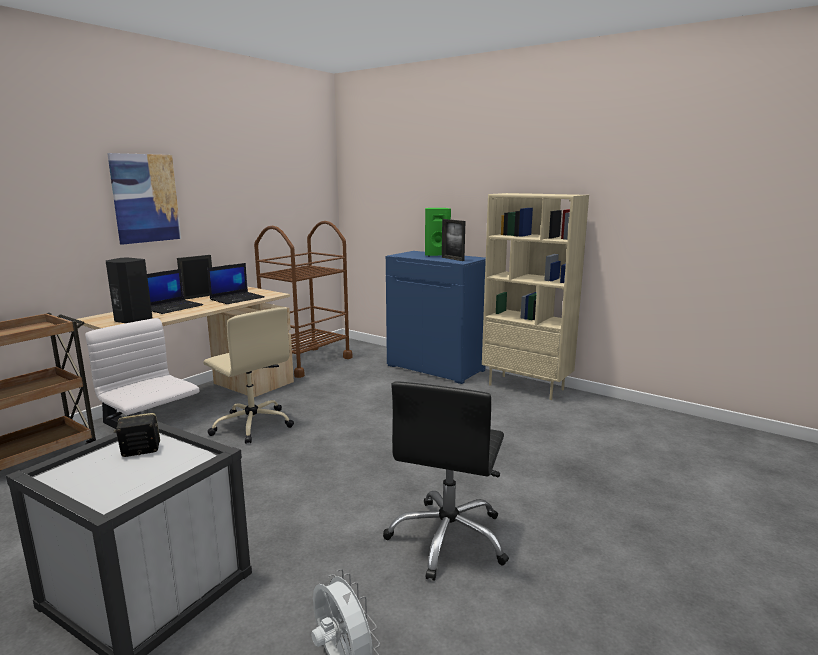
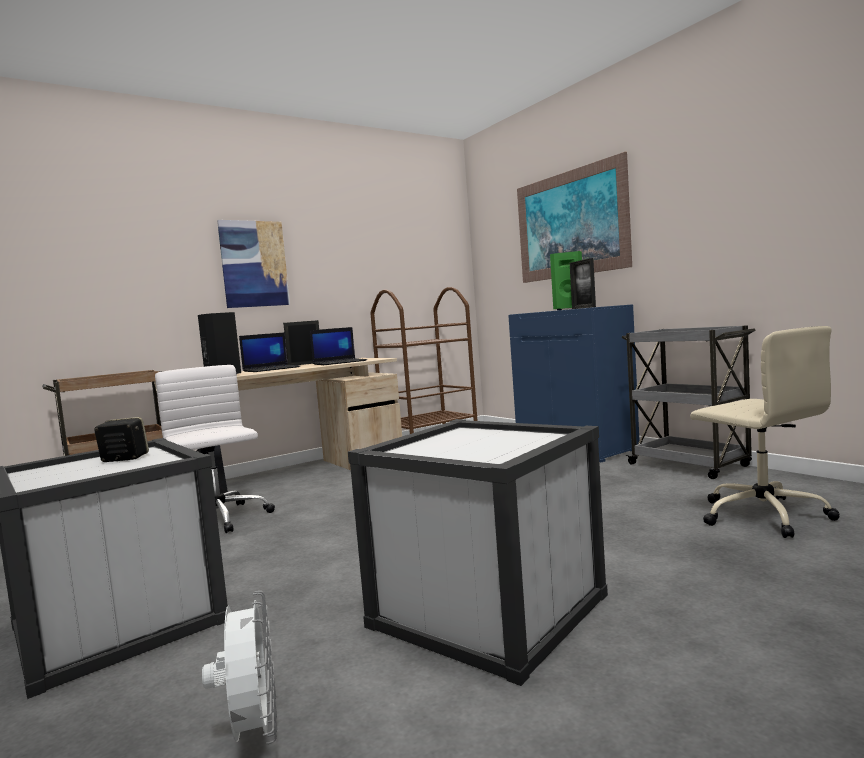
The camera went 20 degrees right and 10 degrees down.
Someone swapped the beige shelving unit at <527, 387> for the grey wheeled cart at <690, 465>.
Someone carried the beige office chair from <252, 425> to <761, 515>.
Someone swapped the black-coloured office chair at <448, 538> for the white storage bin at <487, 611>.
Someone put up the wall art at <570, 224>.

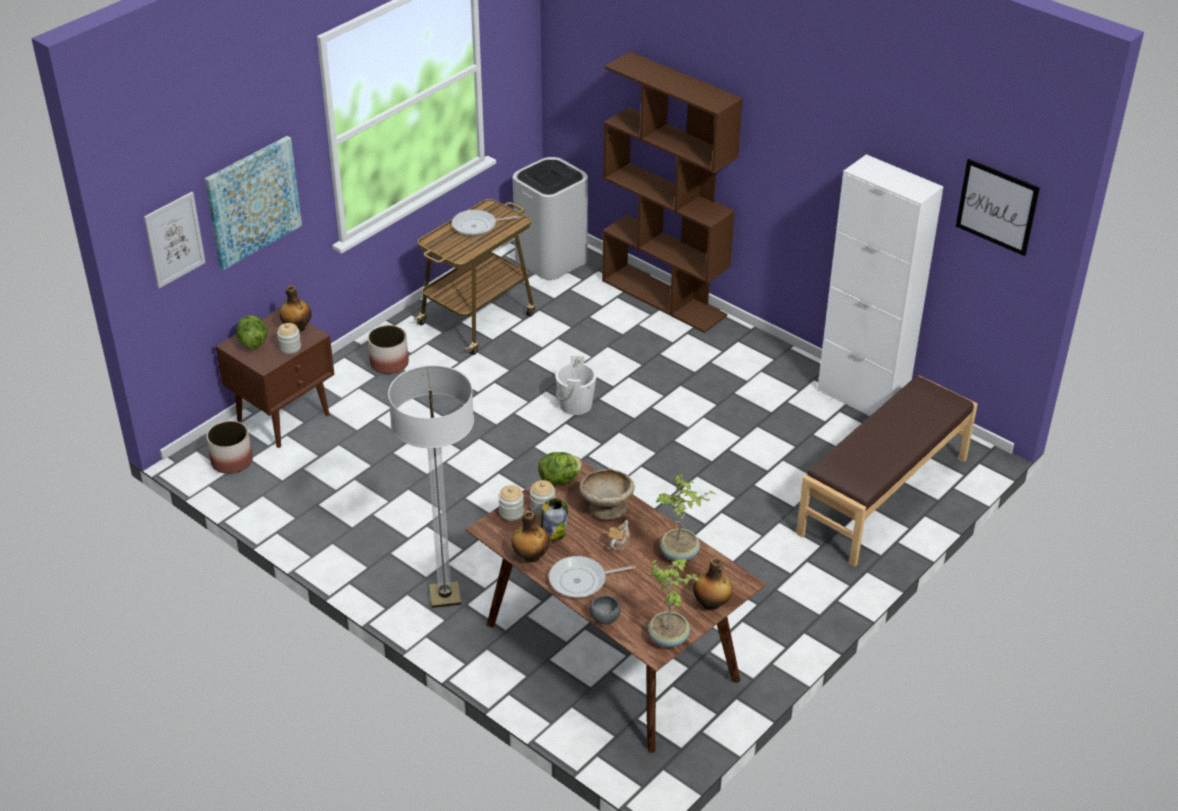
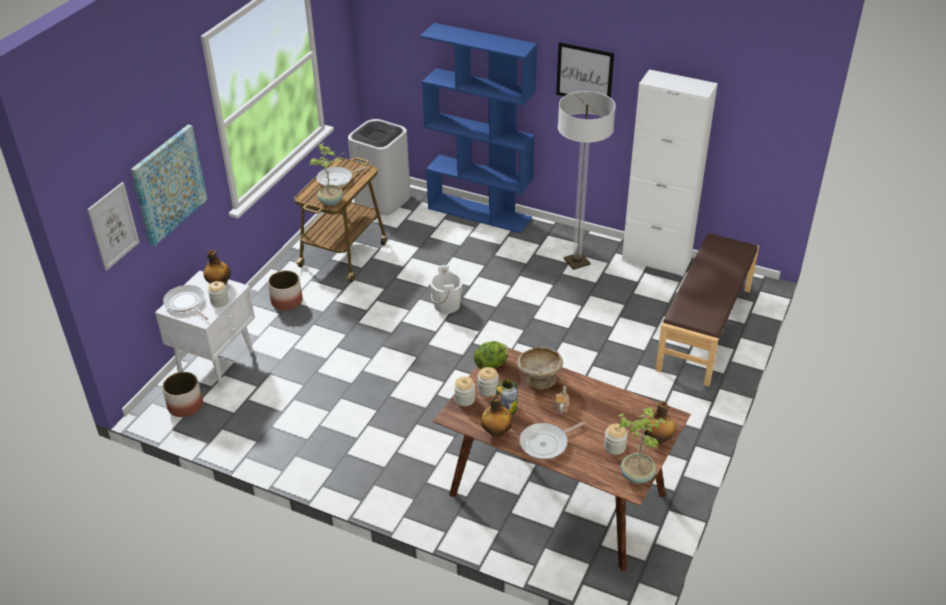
The camera went 15 degrees left and 0 degrees up.
Someone repainted the brownish shelving unit at <665, 298>, which became the blue-coloured shelving unit at <480, 213>.
Someone carried the wall art from <997, 207> to <584, 74>.
Someone repainted the brownish nightstand at <285, 417>, which became the white nightstand at <217, 360>.
Someone swapped the lettuce head at <252, 342> for the skillet at <186, 303>.
Someone carried the standard lamp from <445, 596> to <577, 262>.
Someone carried the houseplant from <680, 555> to <331, 202>.
Someone took away the grey deep dish at <604, 619>.
Someone put down the storage jar at <614, 447>.

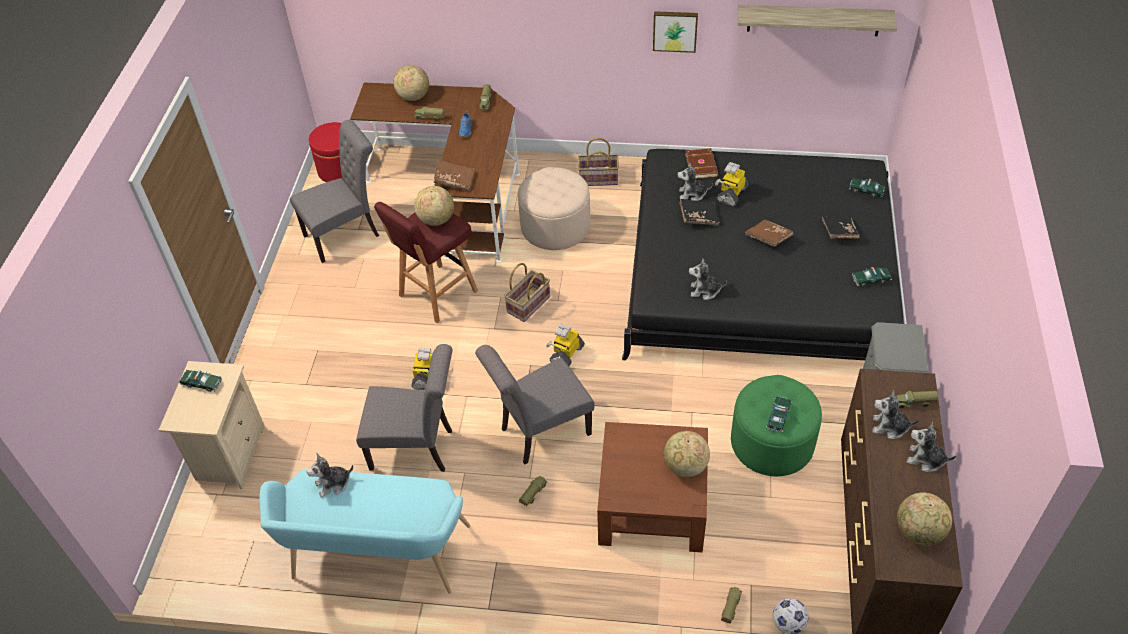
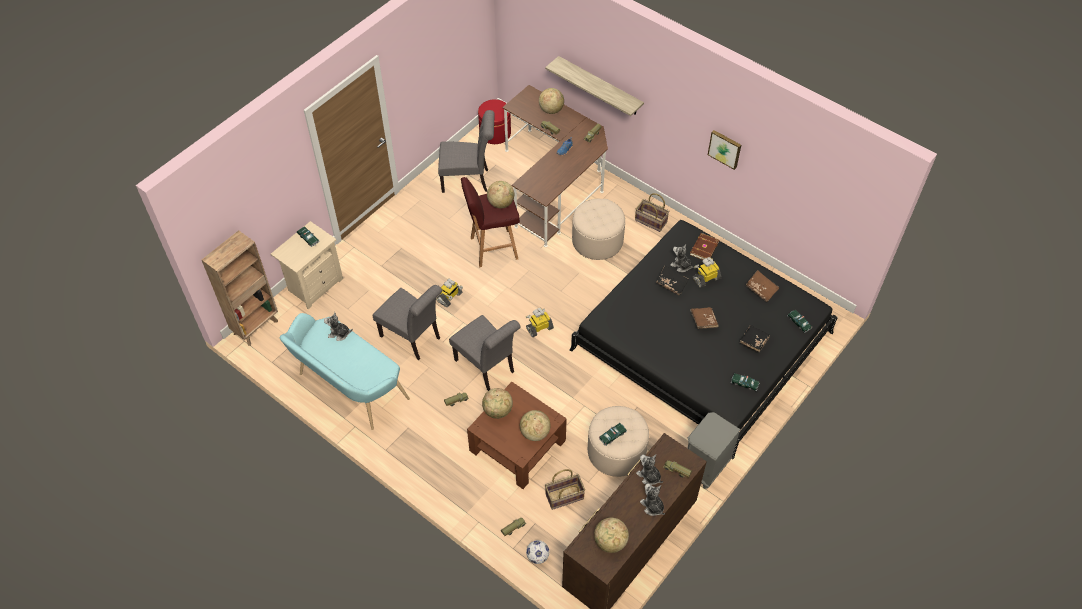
The camera went 30 degrees right and 5 degrees up.
Someone carried the shelf from <813, 20> to <600, 86>.
Someone carried the brownish bound book from <455, 180> to <761, 289>.
Someone took away the plush toy at <704, 291>.
Someone carried the household basket from <529, 305> to <564, 497>.
Someone rotated the grey chair at <540, 433> by 135 degrees counterclockwise.
Someone repainted the greenish ottoman at <772, 442>, which became the beige ottoman at <616, 451>.
Someone put down the brownish shelving unit at <256, 327>.
Someone put down the globe at <498, 411>.

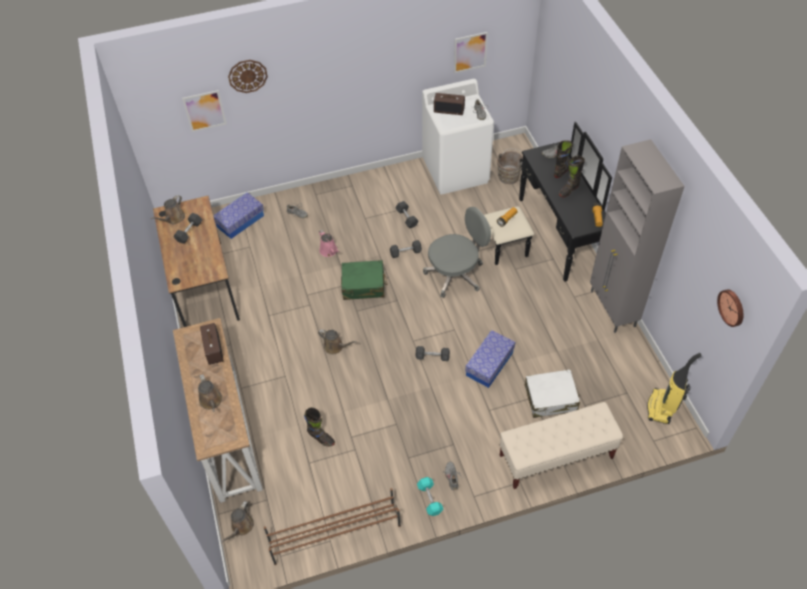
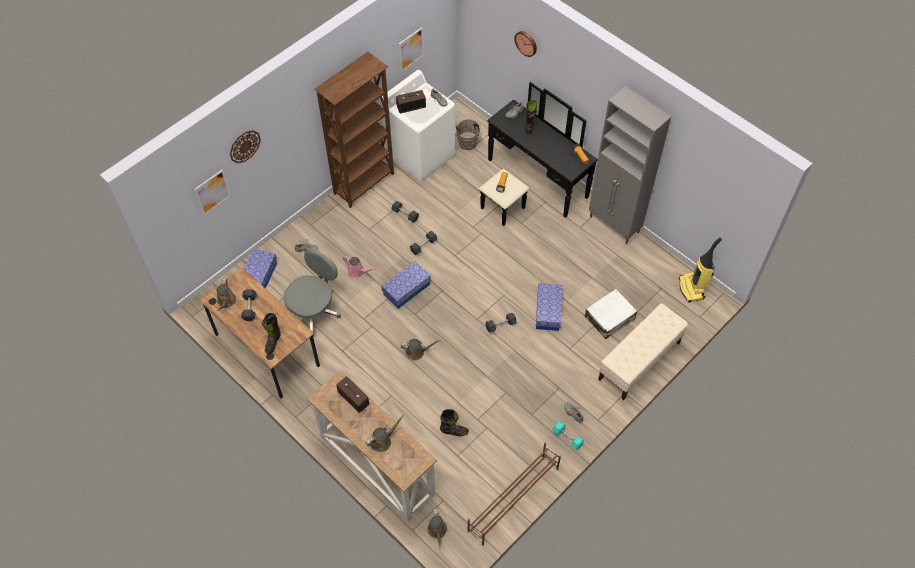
The camera went 30 degrees left and 5 degrees up.
Someone carried the black-coloured high-top boot from <569, 190> to <273, 342>.
Someone carried the grey office chair from <456, 274> to <314, 310>.
Someone swapped the greenish piece of luggage at <363, 285> for the storage bin at <406, 289>.
Someone carried the clock on the wall from <732, 307> to <526, 43>.
Someone rotated the brownish watering can at <211, 401> by 75 degrees counterclockwise.
Someone put down the brownish shelving unit at <365, 184>.

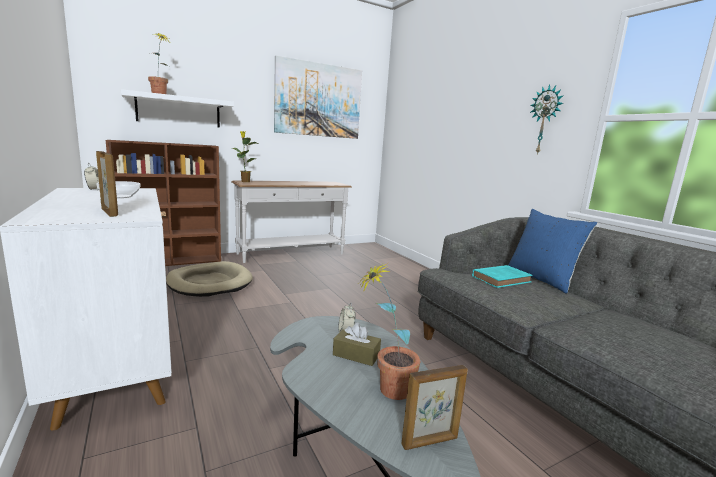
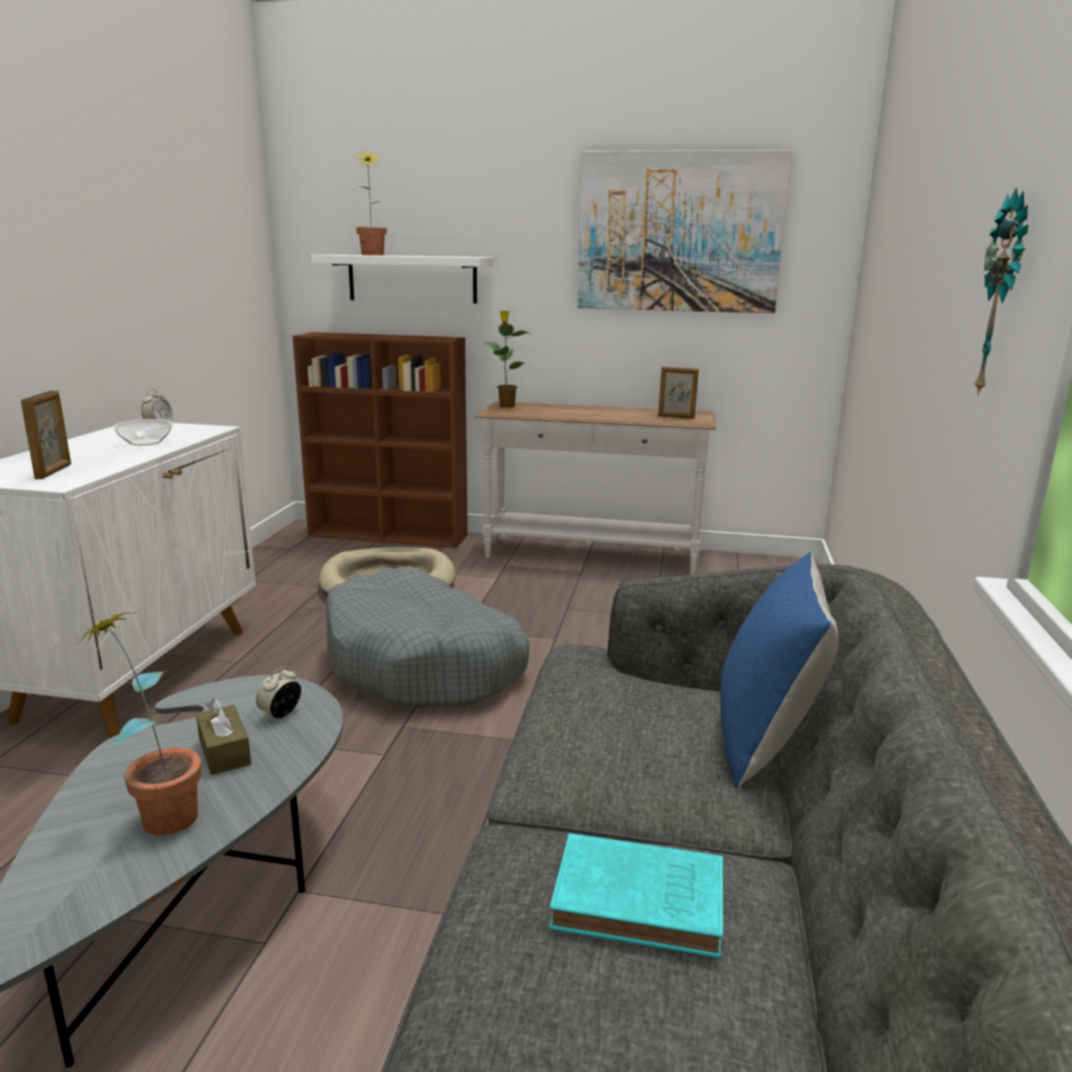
The camera went 40 degrees right and 5 degrees up.
Someone carried the blue-green bound book from <502, 279> to <643, 902>.
Someone carried the photo frame from <430, 442> to <676, 417>.
Someone put down the grey dog bed at <423, 664>.

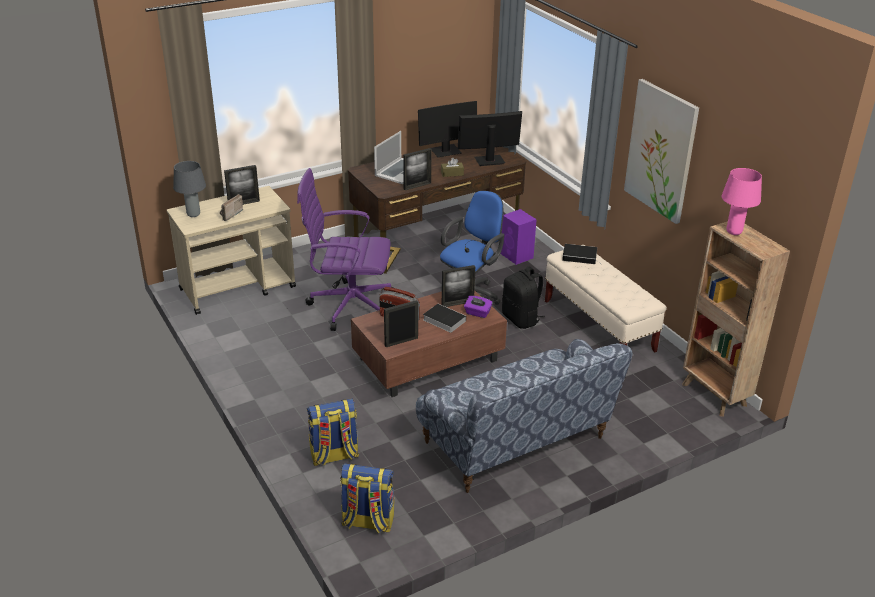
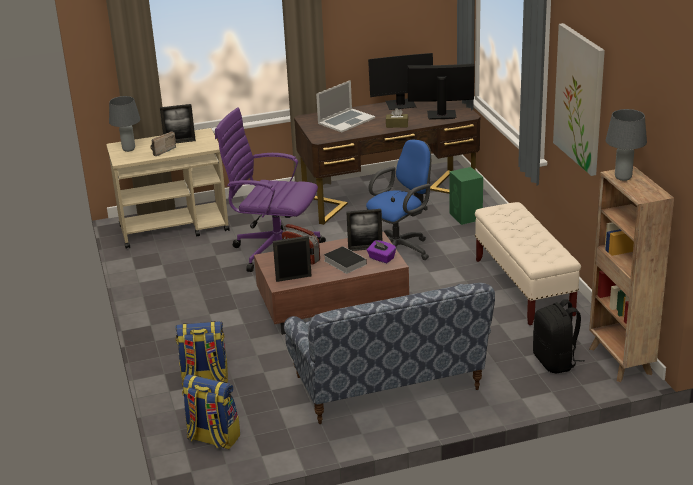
The camera went 15 degrees right and 5 degrees down.
Someone took away the photo frame at <417, 186>.
Someone repainted the pink table lamp at <734, 232>, which became the grey table lamp at <623, 178>.
Someone repainted the purple-coloured loudspeaker at <517, 256>, which became the greenish loudspeaker at <466, 217>.
Someone took away the bound book at <580, 256>.
Someone carried the black-coloured knapsack from <521, 319> to <555, 362>.

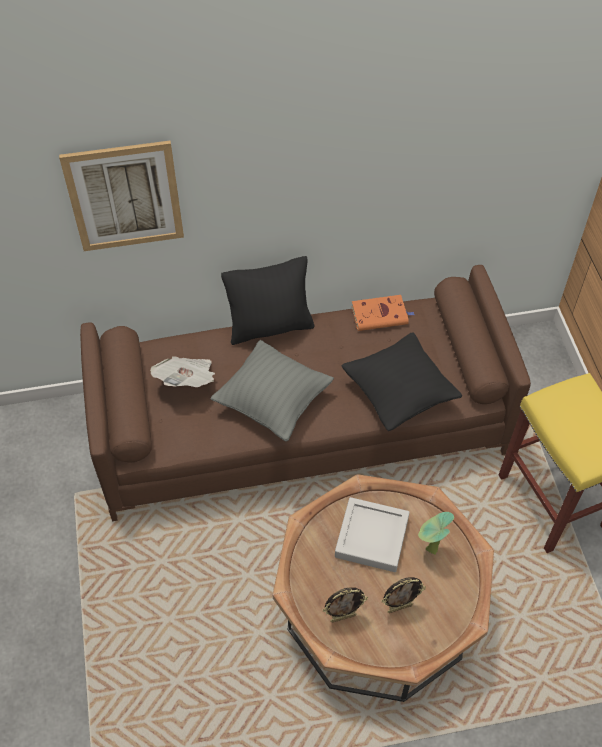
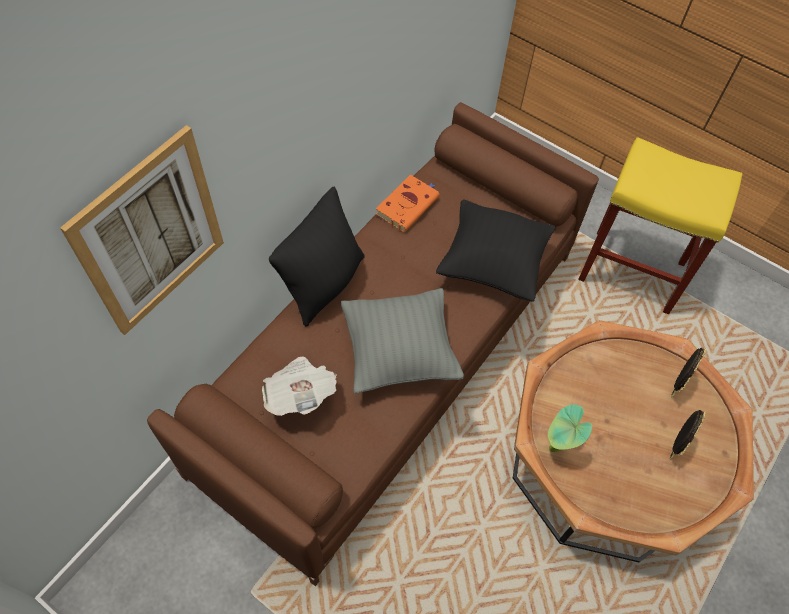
The camera went 45 degrees left and 5 degrees up.
Someone took away the grey tray at <371, 537>.
Someone carried the houseplant from <429, 551> to <555, 450>.
Someone carried the photo frame from <343, 617> to <674, 386>.

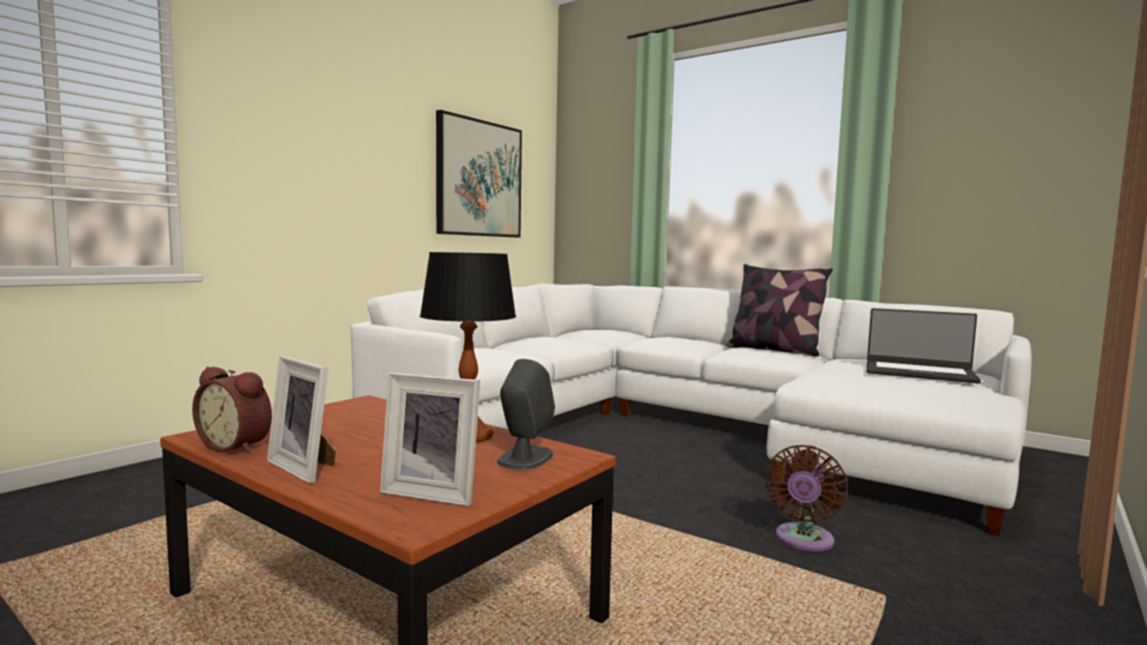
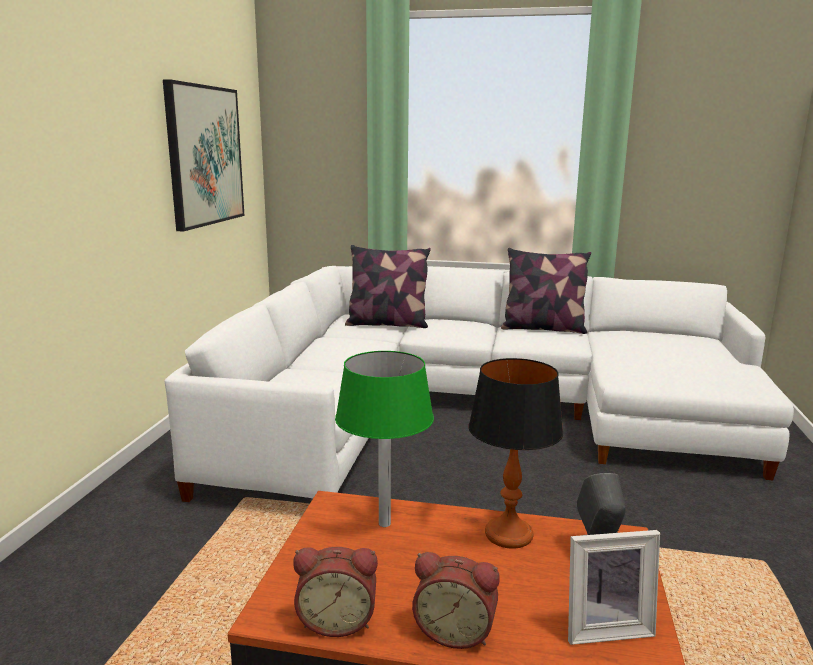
The camera went 25 degrees left and 10 degrees up.
Someone took away the portable computer at <919, 373>.
Someone swapped the photo frame at <306, 467> for the alarm clock at <455, 631>.
Someone took away the brownish cooling fan at <803, 541>.
Someone put down the pillow at <387, 324>.
Someone put down the greenish table lamp at <384, 523>.

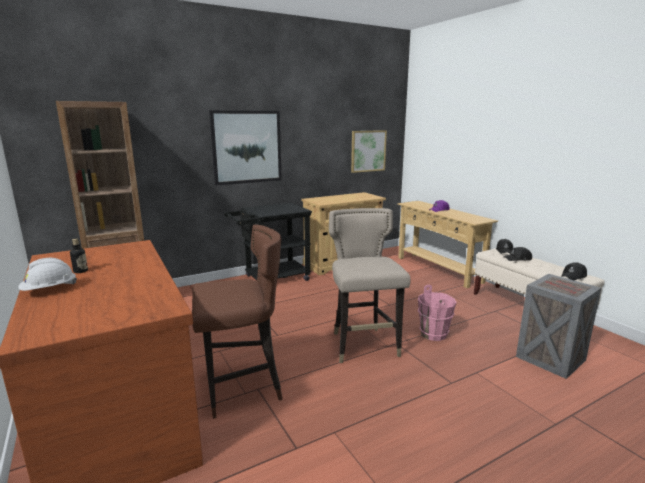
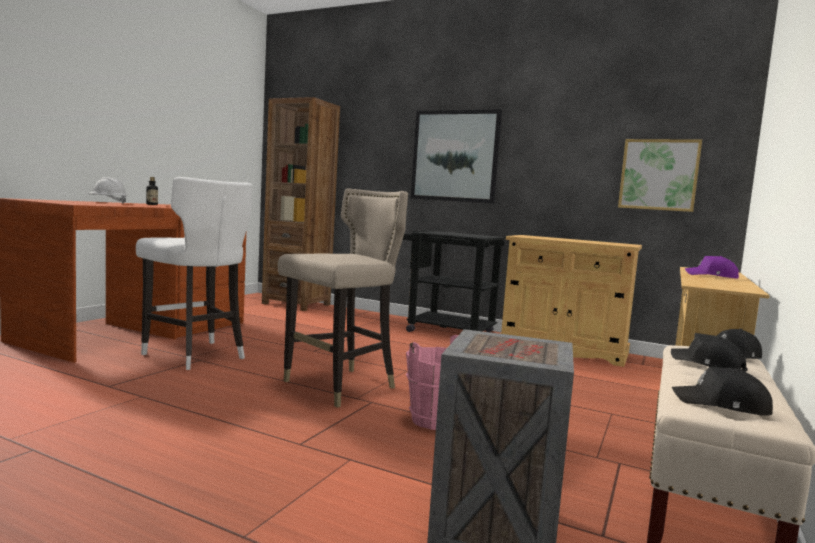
The camera went 55 degrees right and 10 degrees down.
Someone repainted the brownish stool at <242, 389>, which became the white stool at <195, 355>.

